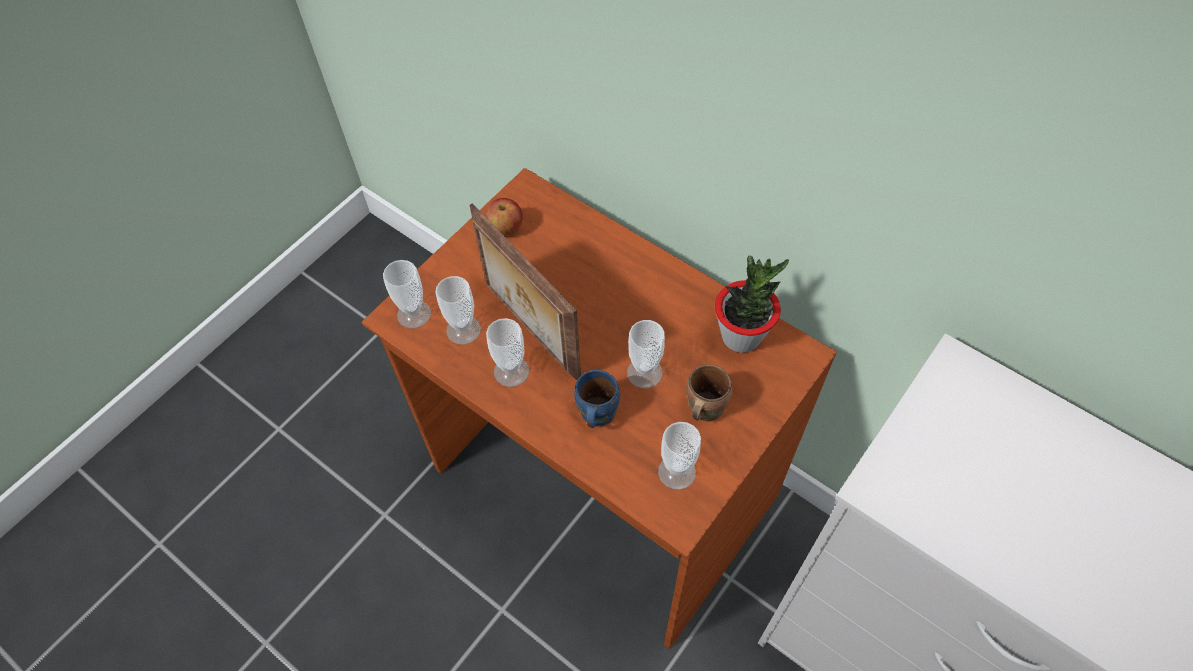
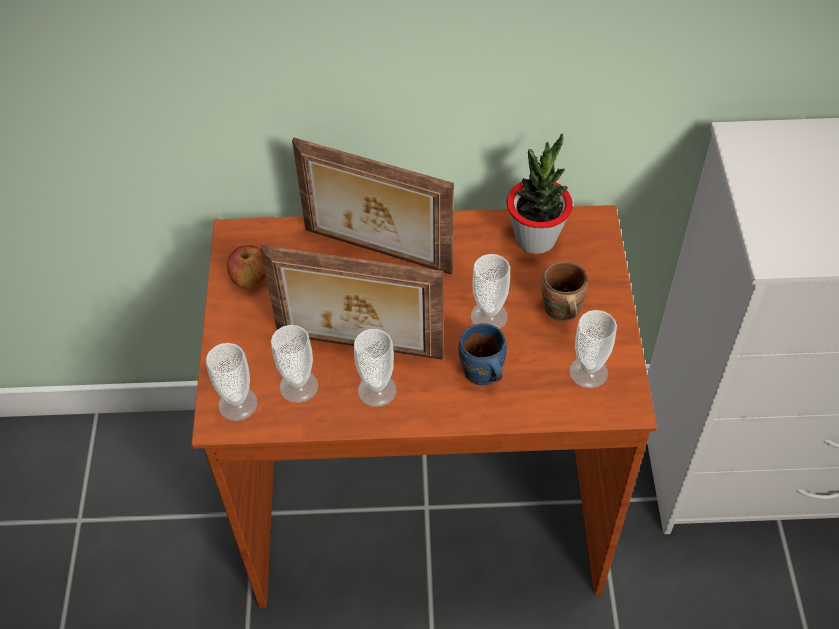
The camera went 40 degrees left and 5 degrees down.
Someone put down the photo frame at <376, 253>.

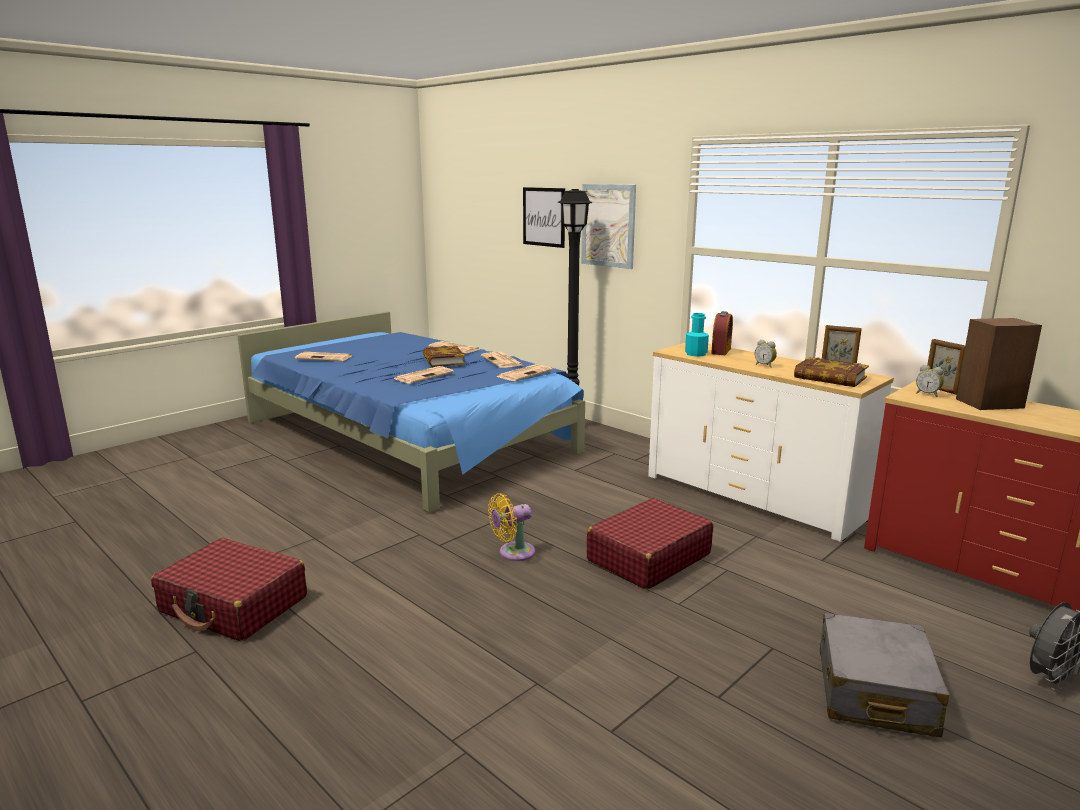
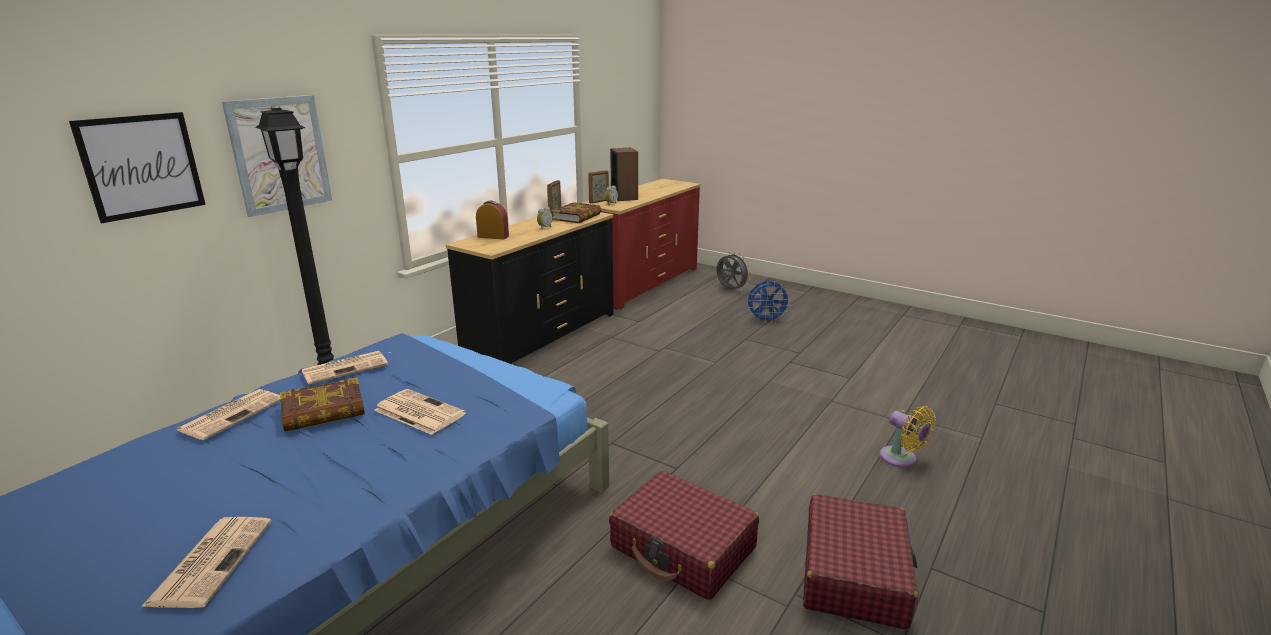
The camera went 100 degrees left and 5 degrees up.
Someone took away the blue-green bottle at <696, 354>.
Someone repainted the white chest of drawers at <753, 496>, which became the black-coloured chest of drawers at <541, 335>.
Someone took away the daily paper at <524, 373>.
Someone carried the yellowish cooling fan from <513, 553> to <901, 459>.
Someone carried the red-coloured piece of luggage from <648, 557> to <683, 548>.
Someone swapped the grey piece of luggage at <874, 692> for the blue-coloured cooling fan at <766, 320>.

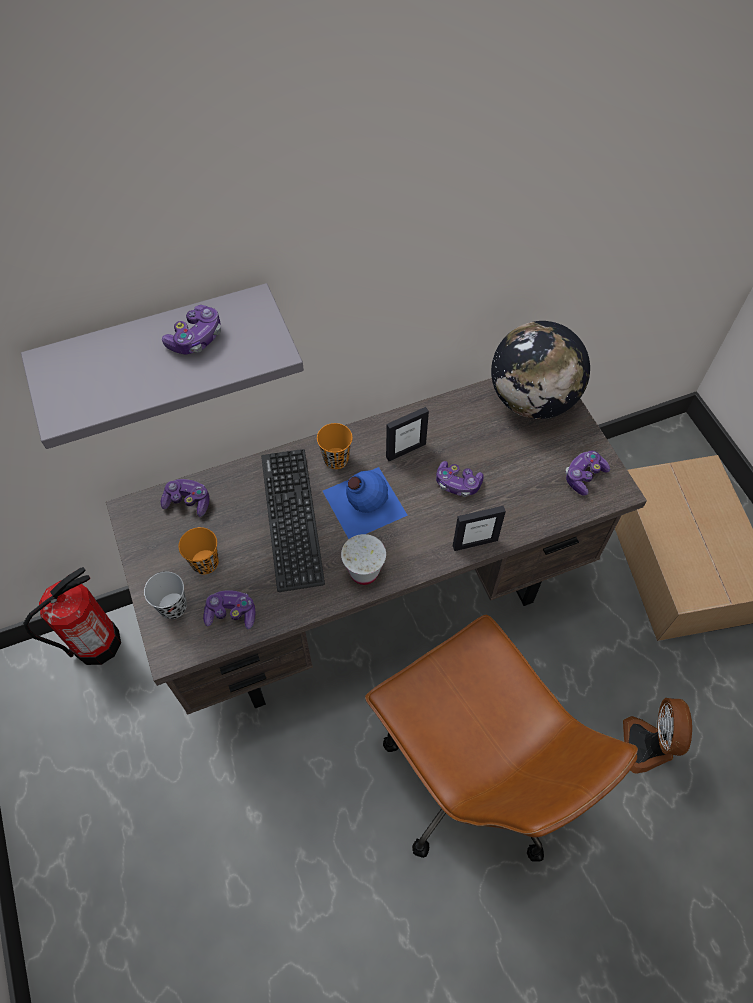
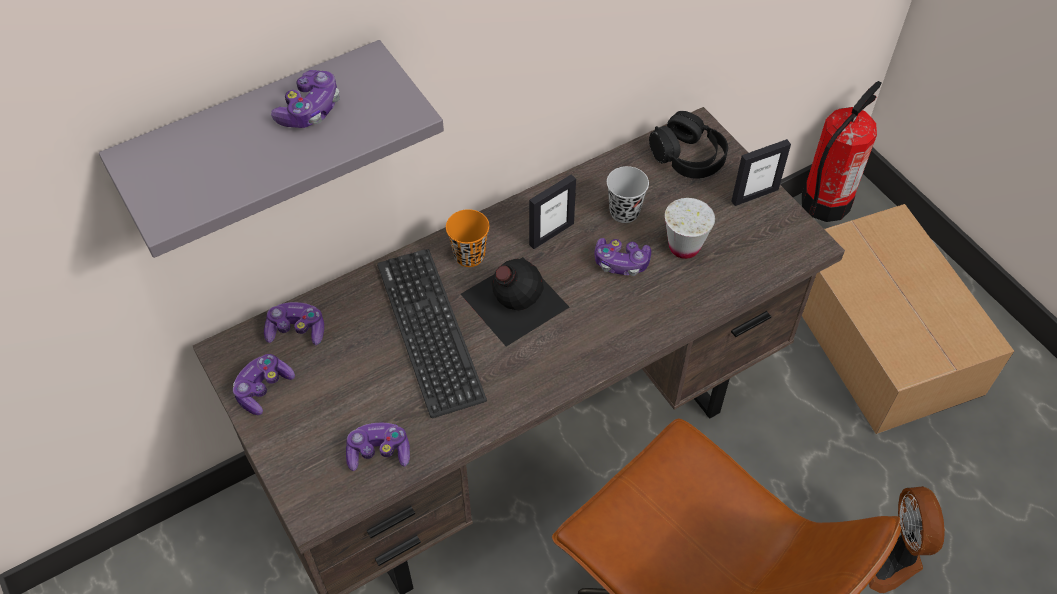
The camera went 10 degrees left and 5 degrees down.
Someone swapped the globe at <532, 400> for the black-coloured headset at <688, 157>.
Someone carried the gamepad from <584, 476> to <263, 389>.
Someone repainted the blue-coloured bottle at <363, 502>, which became the black-coloured bottle at <512, 300>.
Someone carried the photo frame from <475, 542> to <754, 195>.
Someone took away the orange cup at <205, 563>.
Someone carried the white cup from <364, 572> to <684, 247>.
Someone carried the fire extinguisher from <96, 643> to <824, 203>.
Someone carried the black-coloured cup from <173, 606> to <624, 212>.

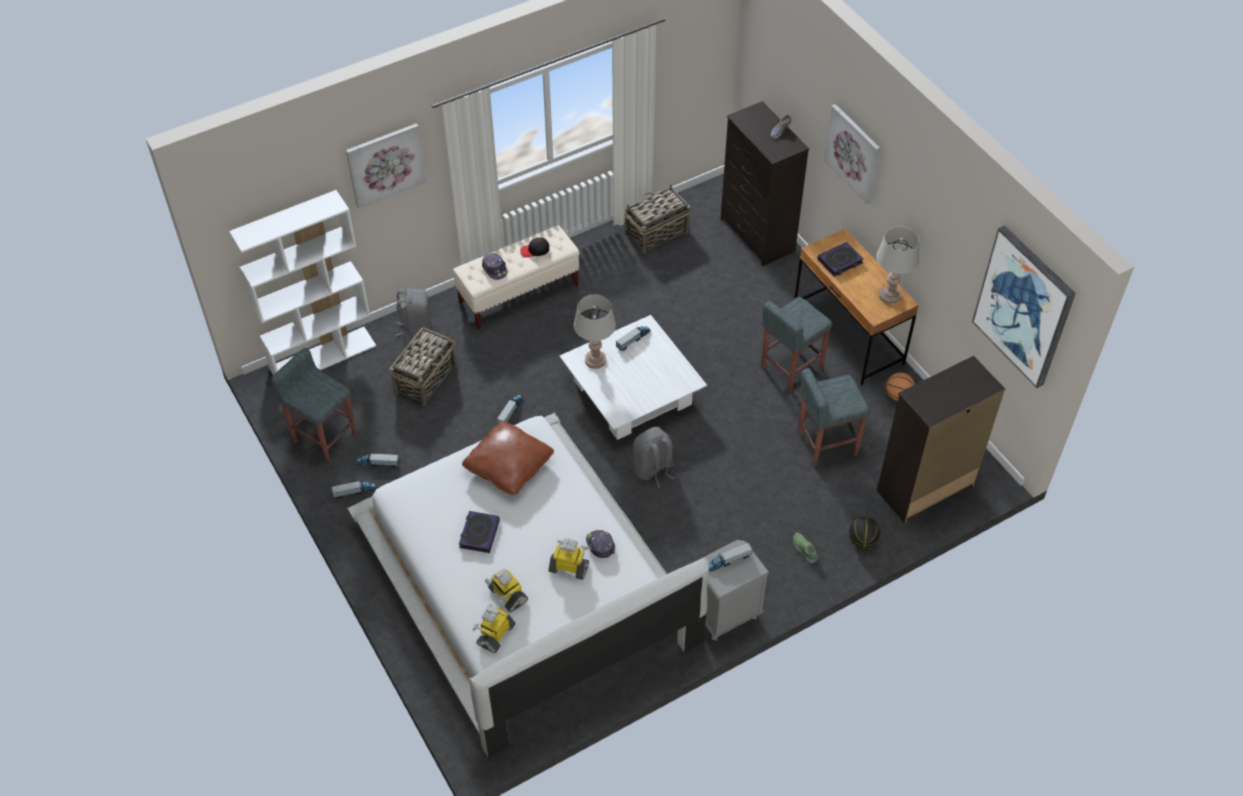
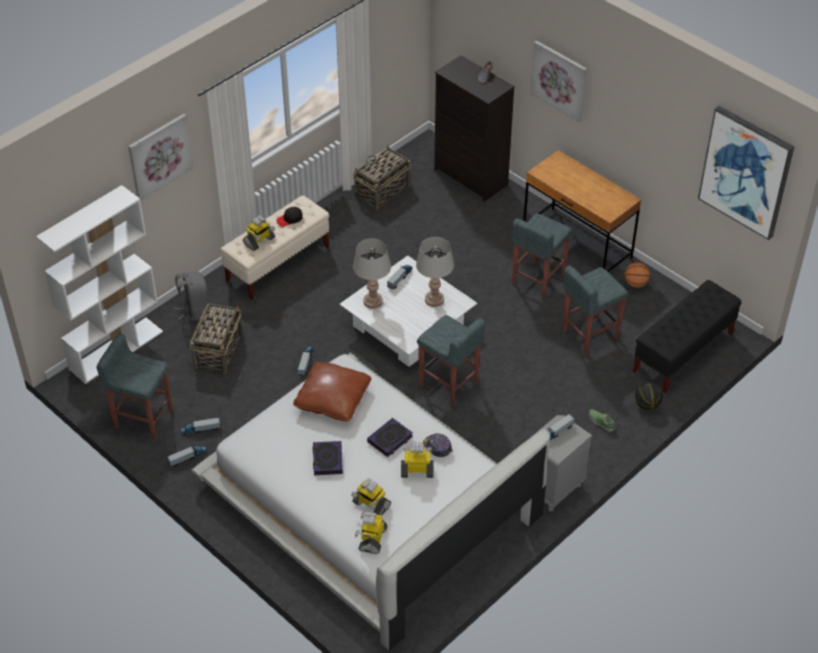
The camera went 15 degrees left and 5 degrees down.
Someone carried the grey table lamp from <889, 296> to <434, 300>.
Someone carried the bound book from <840, 261> to <390, 439>.
Someone swapped the baseball cap at <495, 269> for the toy robot at <259, 241>.
Someone swapped the black-coloured chest of drawers at <923, 488> for the black-coloured indoor bench at <683, 353>.
Someone swapped the grey knapsack at <653, 469> for the grey stool at <449, 384>.

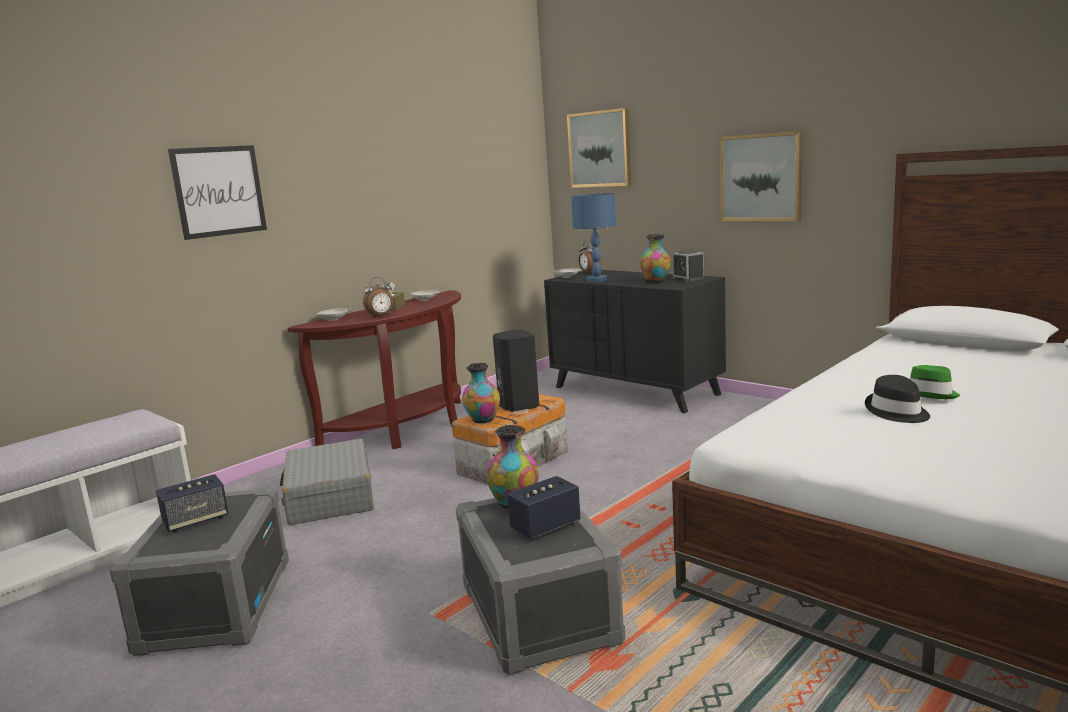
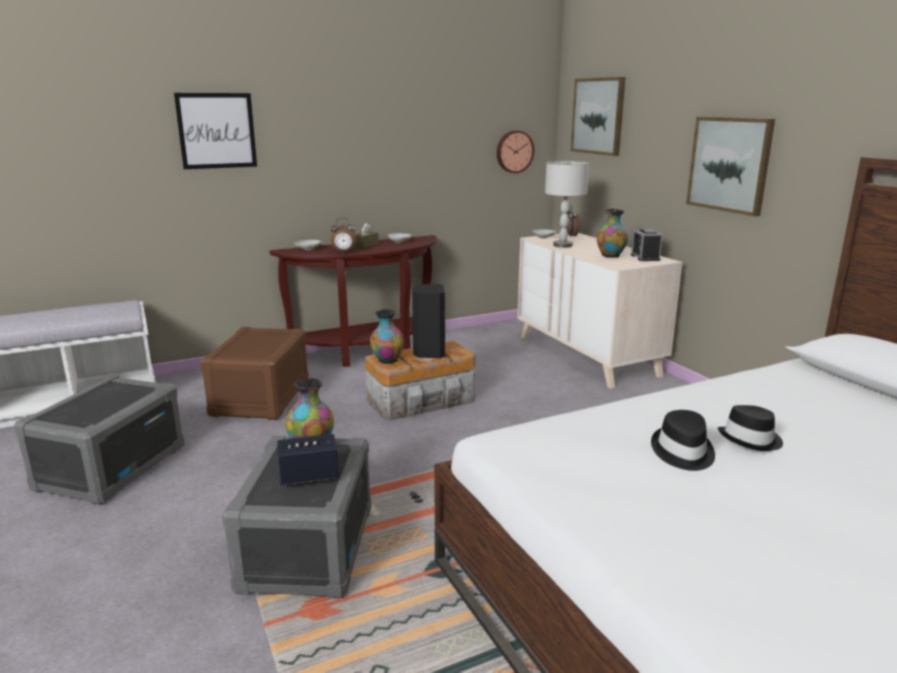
The camera went 20 degrees right and 5 degrees up.
Someone repainted the blue-coloured table lamp at <597, 280>, which became the grey table lamp at <563, 245>.
Someone repainted the black-coloured chest of drawers at <636, 391>, which became the beige chest of drawers at <587, 356>.
Someone repainted the greenish clothing hat at <931, 394>, which became the black-coloured clothing hat at <751, 439>.
Someone swapped the grey piece of luggage at <330, 497> for the brownish storage bin at <261, 398>.
Someone took away the loudspeaker at <196, 521>.
Someone put up the clock on the wall at <514, 151>.

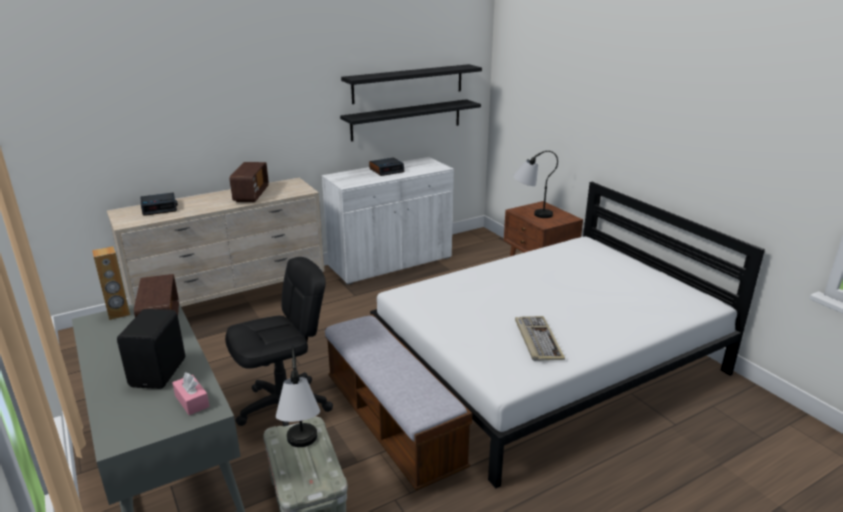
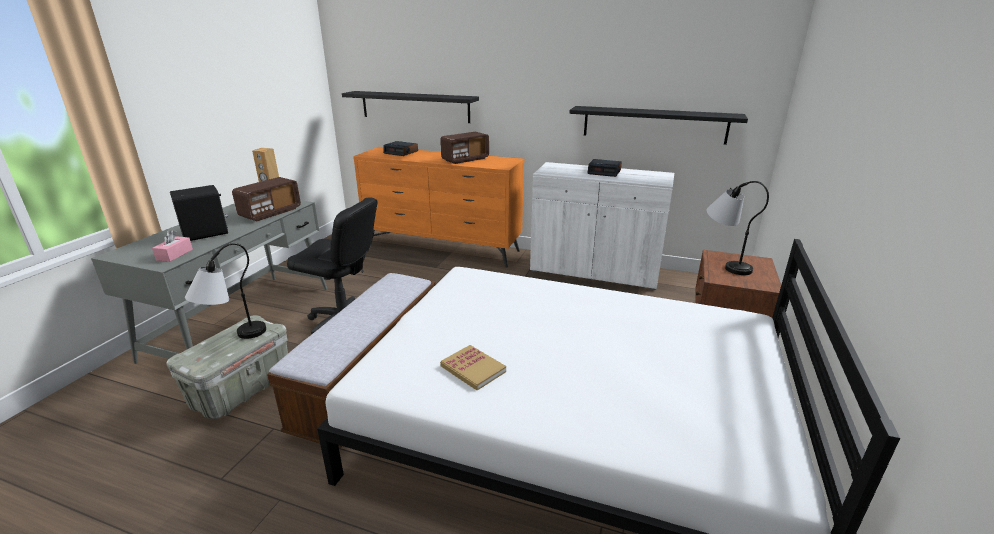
The camera went 50 degrees right and 0 degrees up.
Someone carried the black-coloured shelf from <408, 83> to <415, 106>.
Someone repainted the beige chest of drawers at <232, 303>, which became the orange chest of drawers at <443, 249>.
Someone swapped the computer keyboard at <537, 340> for the bound book at <473, 369>.

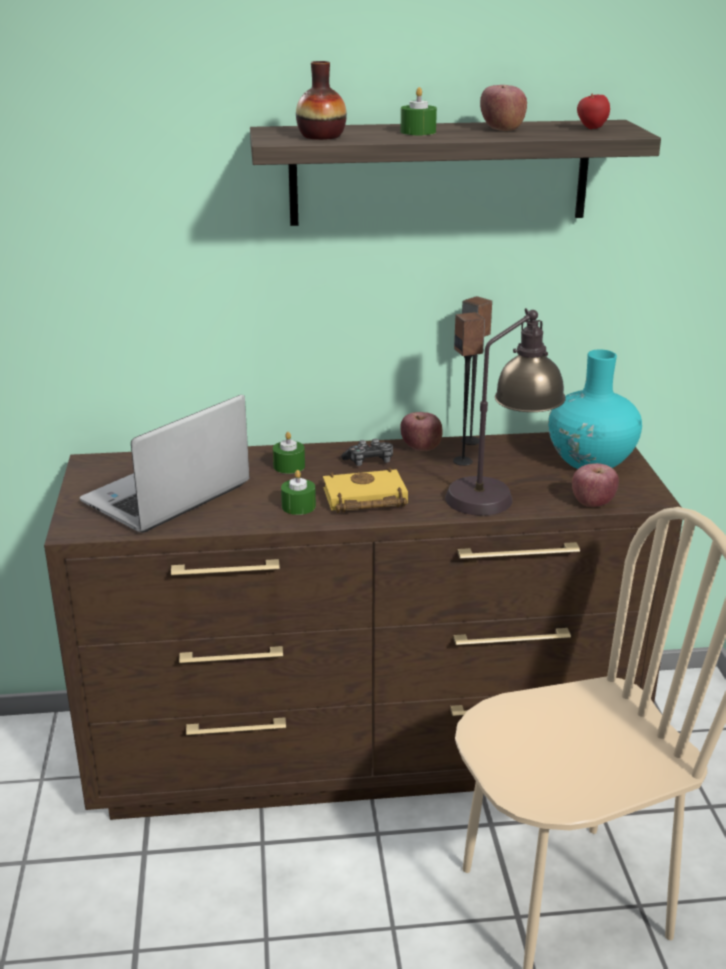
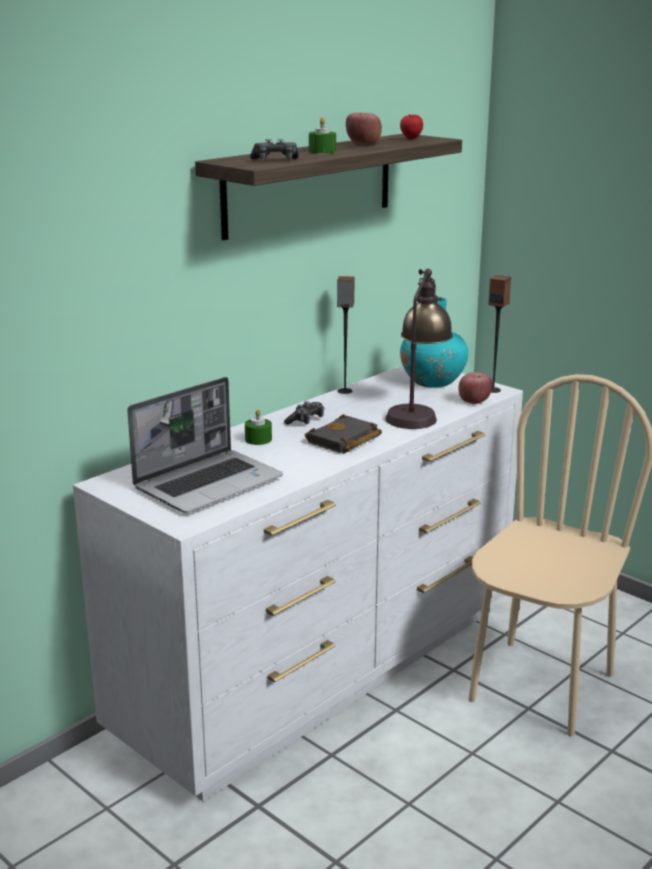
The camera went 40 degrees left and 5 degrees down.
Someone swapped the decorative vase at <321, 136> for the gamepad at <275, 160>.
Someone carried the loudspeaker from <463, 461> to <493, 390>.
Someone rotated the portable computer at <166, 496> by 135 degrees counterclockwise.
Someone took away the whole apple at <421, 448>.
Someone repainted the brownish chest of drawers at <365, 751>, which became the white chest of drawers at <325, 669>.
Someone repainted the yellowish bound book at <363, 499>, which became the black-coloured bound book at <344, 441>.
Someone took away the greenish candle at <298, 506>.

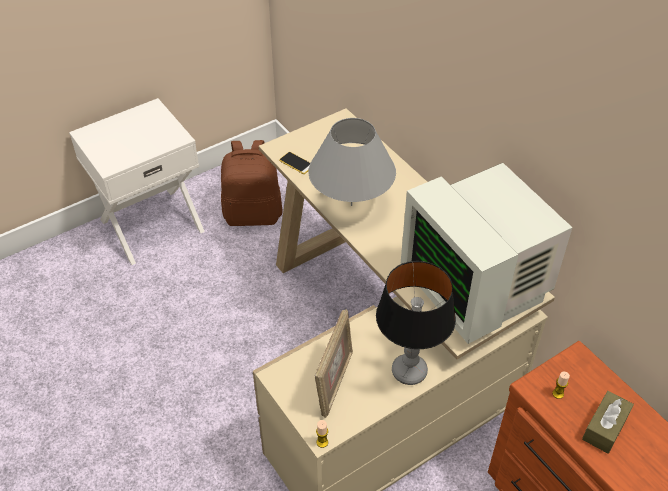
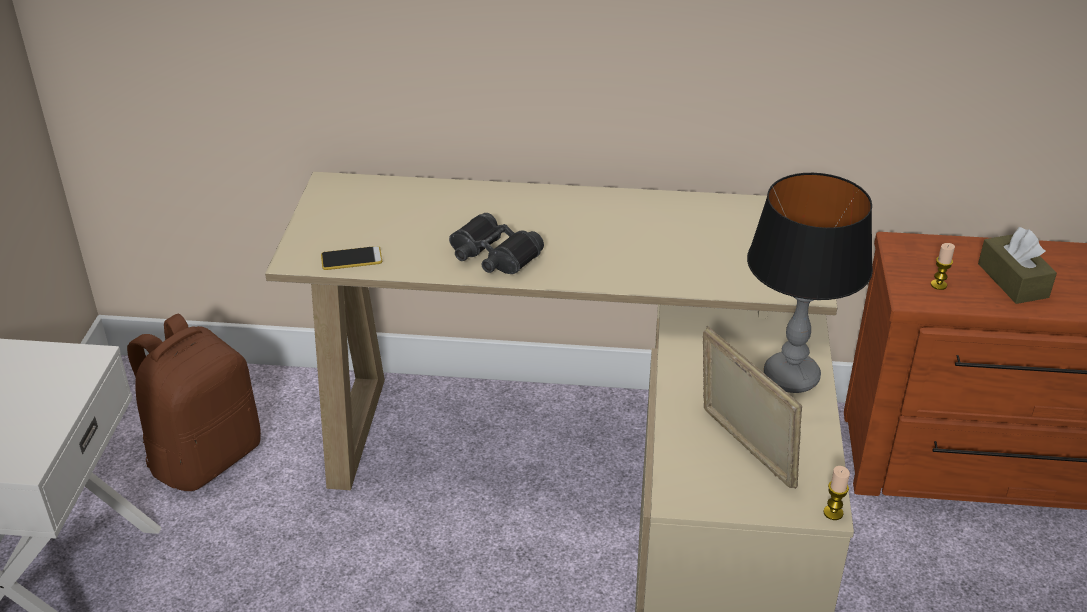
The camera went 50 degrees left and 10 degrees down.
Someone swapped the grey table lamp at <351, 205> for the black-coloured field glasses at <493, 256>.
Someone took away the monitor at <477, 288>.

